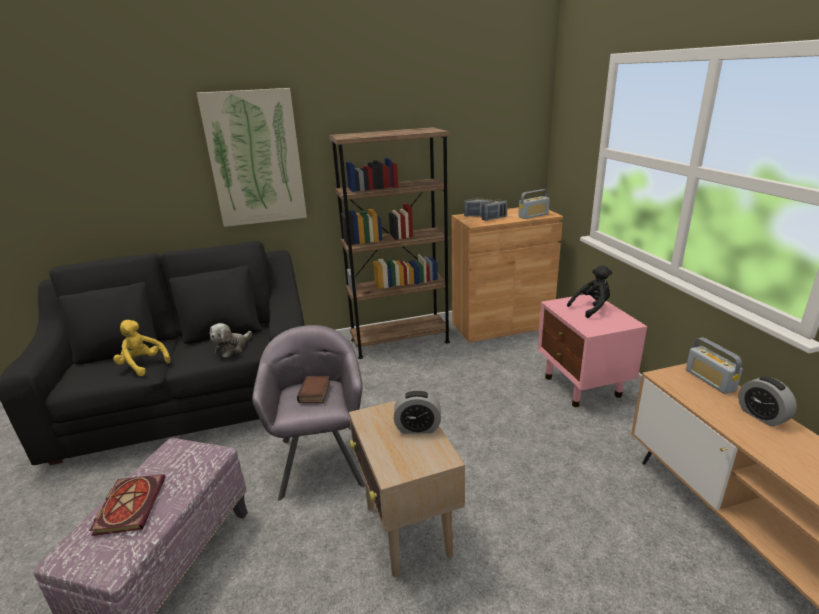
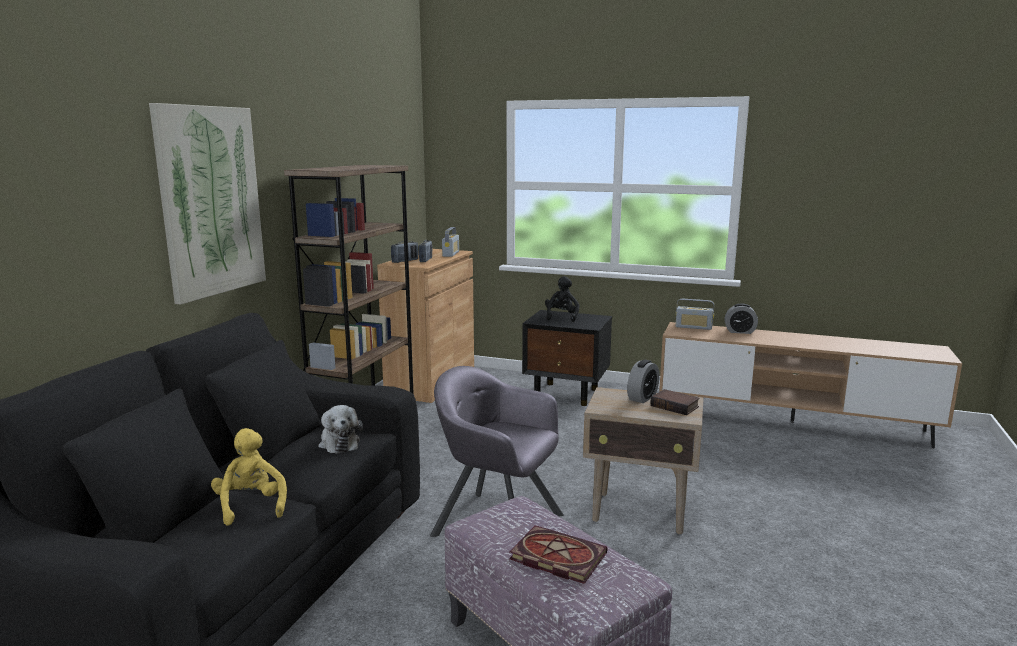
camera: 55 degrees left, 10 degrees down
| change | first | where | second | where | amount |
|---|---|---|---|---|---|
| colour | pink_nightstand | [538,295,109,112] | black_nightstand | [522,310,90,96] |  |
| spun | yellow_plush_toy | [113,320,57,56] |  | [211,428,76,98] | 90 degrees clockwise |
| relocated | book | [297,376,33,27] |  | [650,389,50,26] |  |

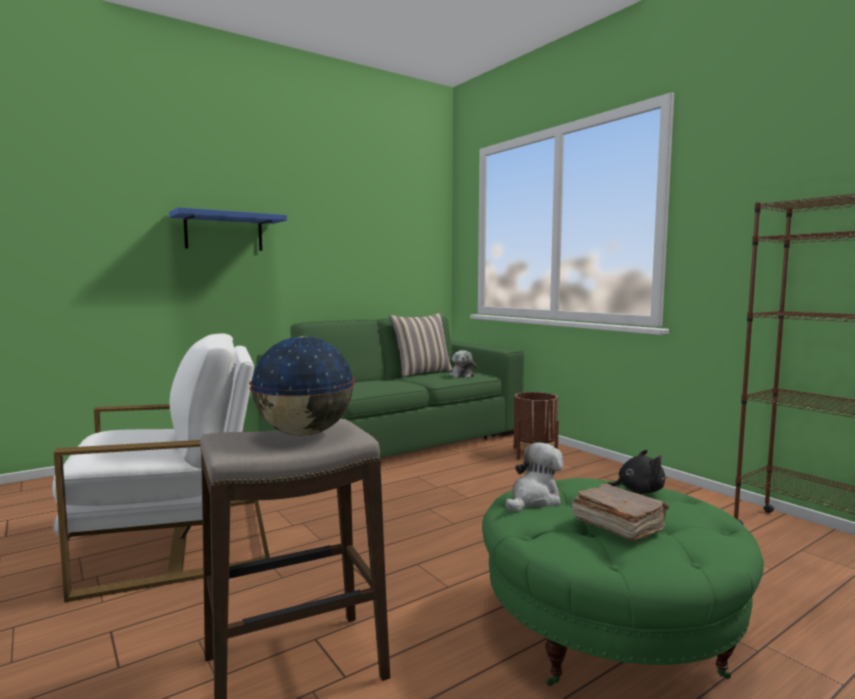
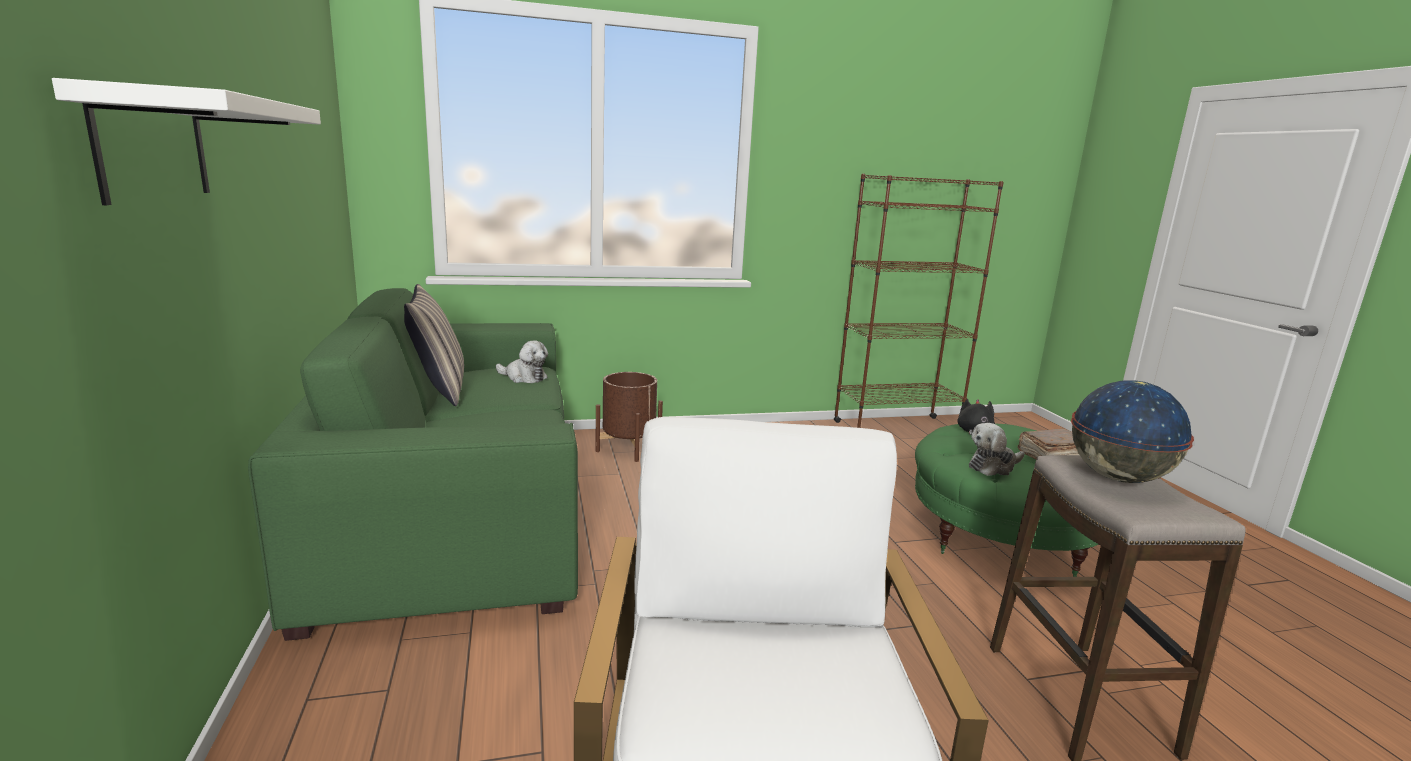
camera: 70 degrees left, 10 degrees up
| change | first | where | second | where | amount |
|---|---|---|---|---|---|
| colour | blue_shelf | [169,207,118,44] | white_shelf | [52,78,269,127] |  |
| spun | plush_toy | [506,442,57,70] |  | [969,423,56,53] | 90 degrees counterclockwise |

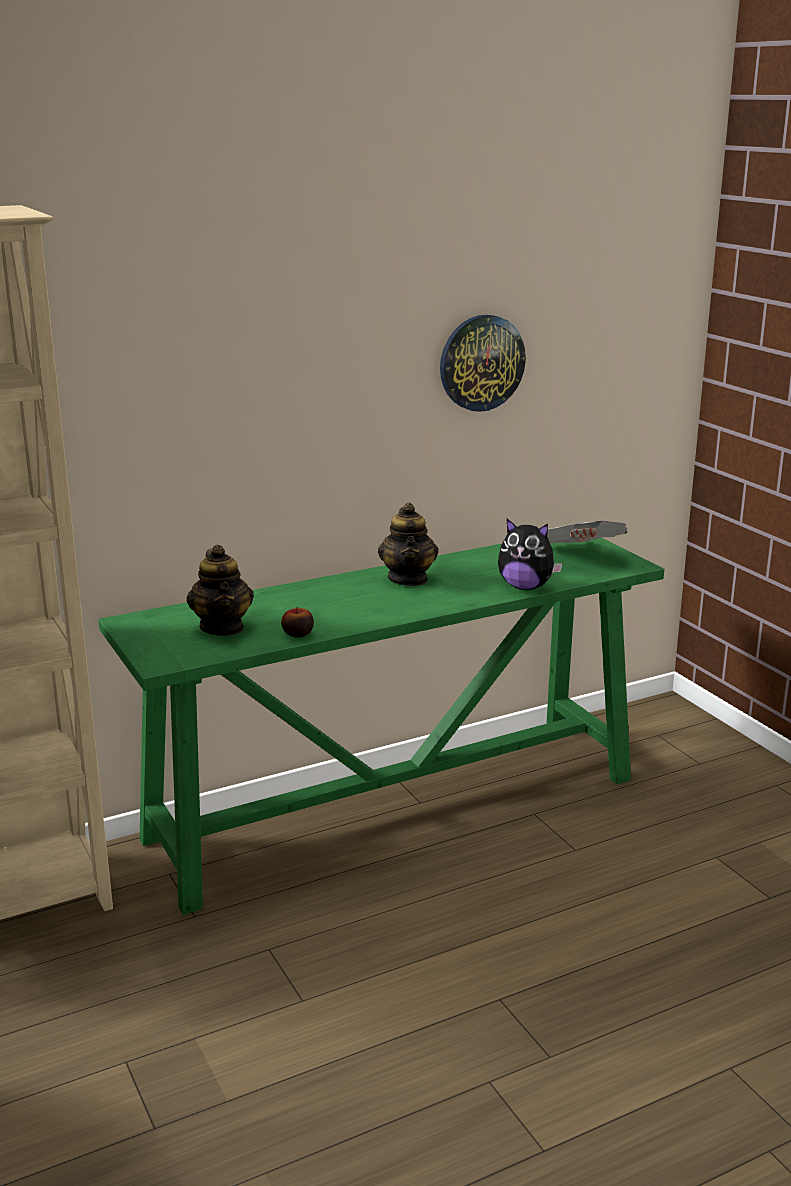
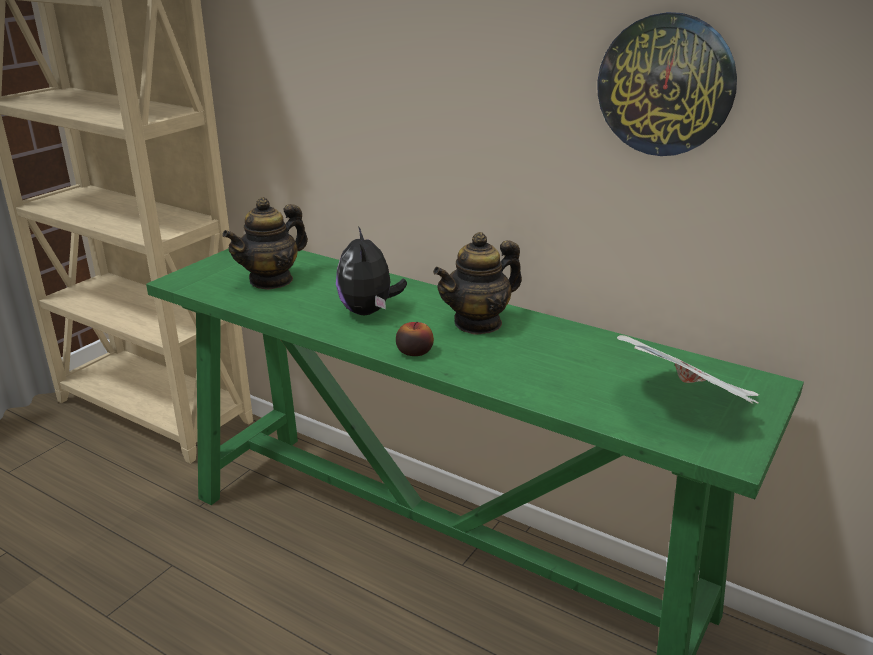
camera: 60 degrees right, 5 degrees up
| change | first | where | second | where | amount |
|---|---|---|---|---|---|
| relocated | plush_toy | [498,519,65,71] |  | [336,226,71,89] |  |
| relocated | apple | [281,607,33,31] |  | [396,322,38,34] |  |

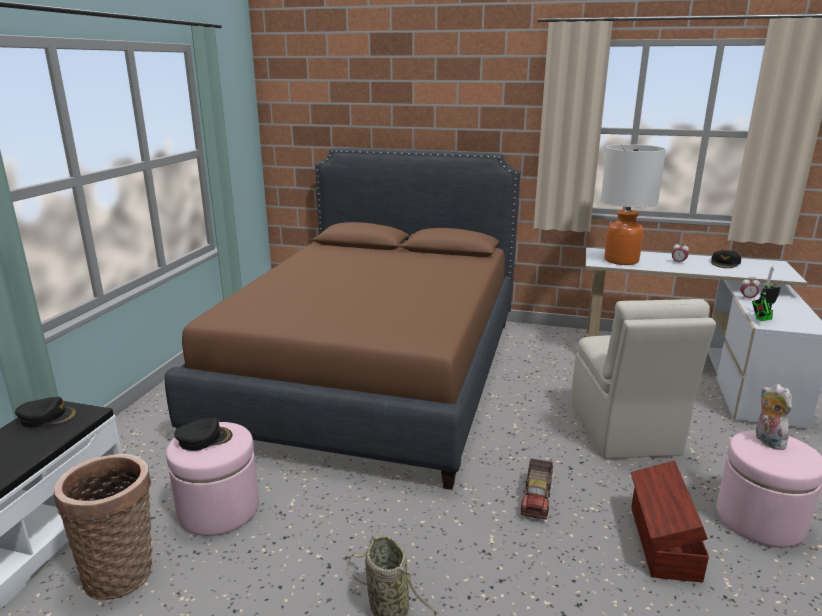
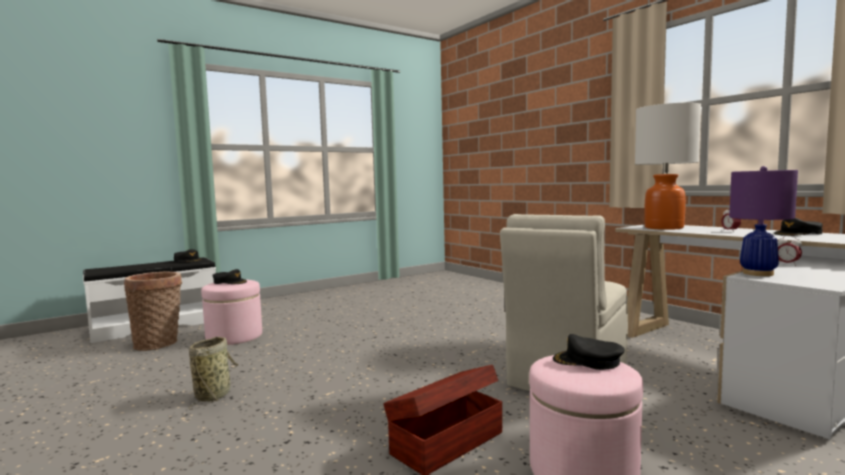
camera: 40 degrees right, 15 degrees down
| change | first | where | second | where | amount |
|---|---|---|---|---|---|
| missing | brown_bed | [165,148,355,342] |  |  |  |
| exchanged | toy_robot | [752,266,29,55] | purple_table_lamp | [729,166,69,110] |  |
| exchanged | plush_toy | [756,384,36,66] | black_cap | [553,334,71,36] |  |
| missing | toy_truck | [521,458,32,62] |  |  |  |

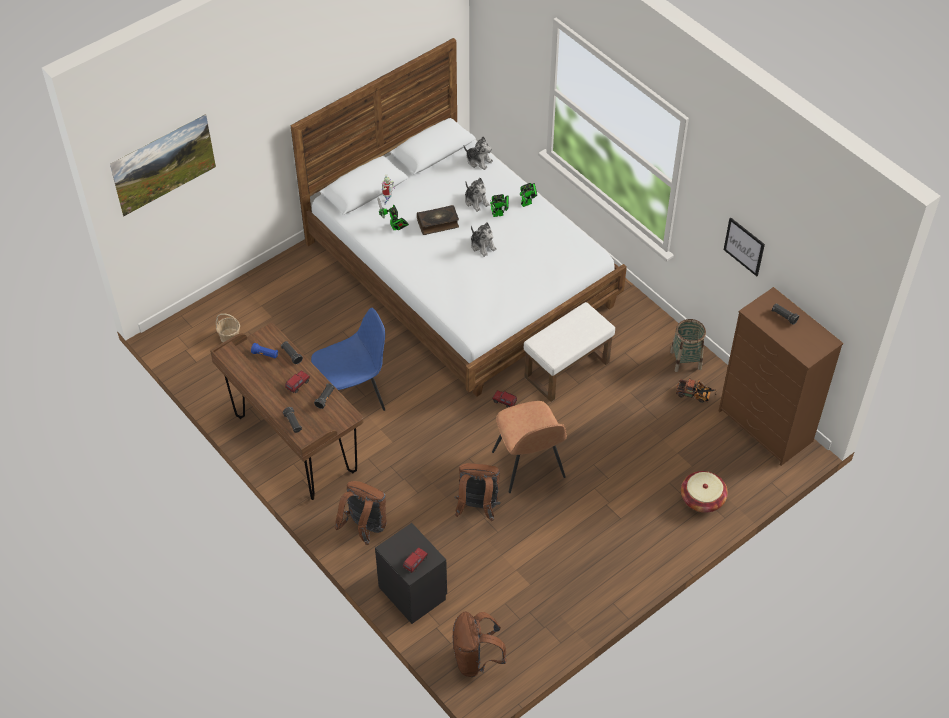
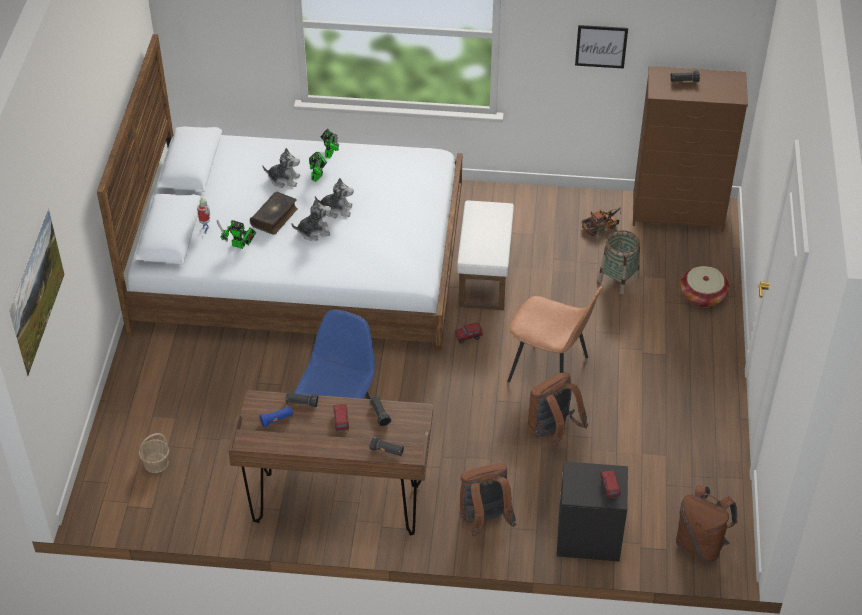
camera: 45 degrees left, 5 degrees down
| change | first | where | second | where | amount |
|---|---|---|---|---|---|
| relocated | plush_toy | [464,136,29,34] |  | [292,199,39,42] |  |
| relocated | basket | [670,319,36,53] |  | [598,230,42,64] |  |

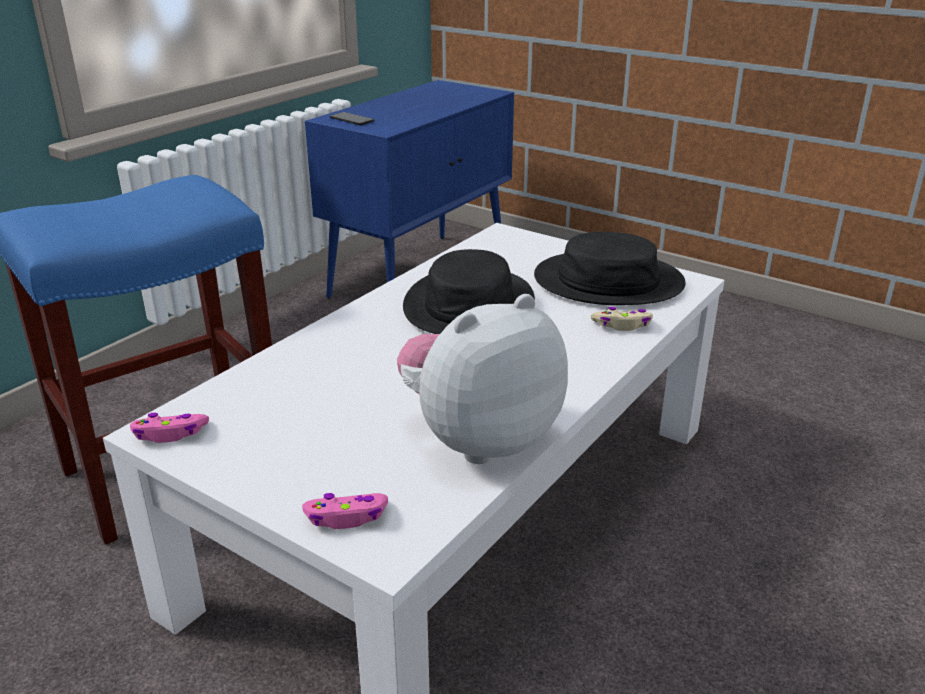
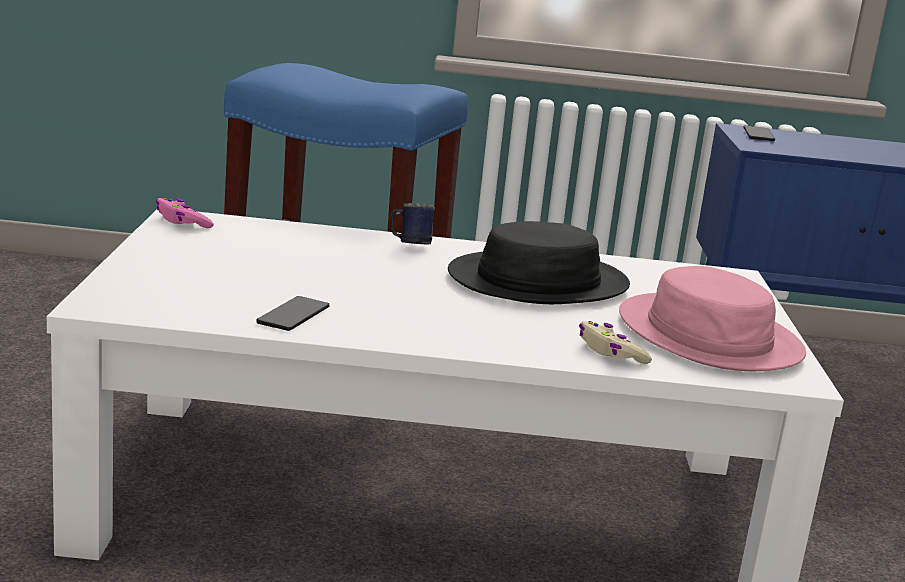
camera: 55 degrees right, 10 degrees down
| change | first | where | second | where | amount |
|---|---|---|---|---|---|
| colour | black_hat | [534,232,152,73] | pink_hat | [619,266,187,105] |  |
| exchanged | plush_toy | [397,294,171,170] | phone | [256,296,73,35] |  |
| missing | pink_game_controller | [302,493,86,36] |  |  |  |
| appeared |  |  | blue_mug | [391,203,44,41] |  |

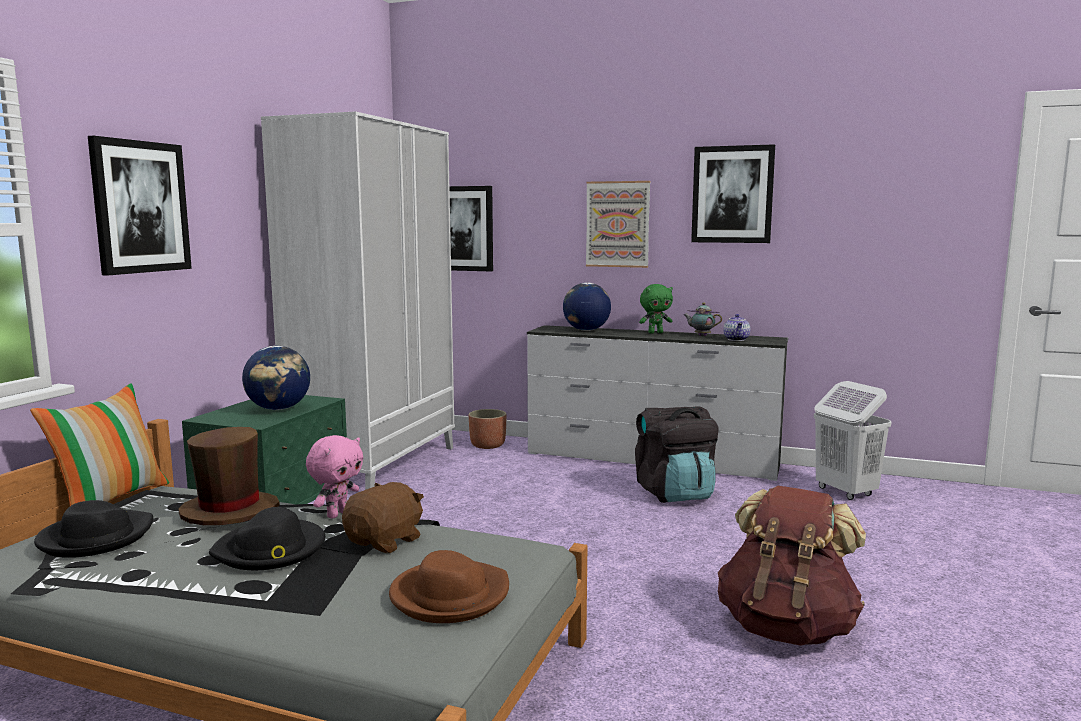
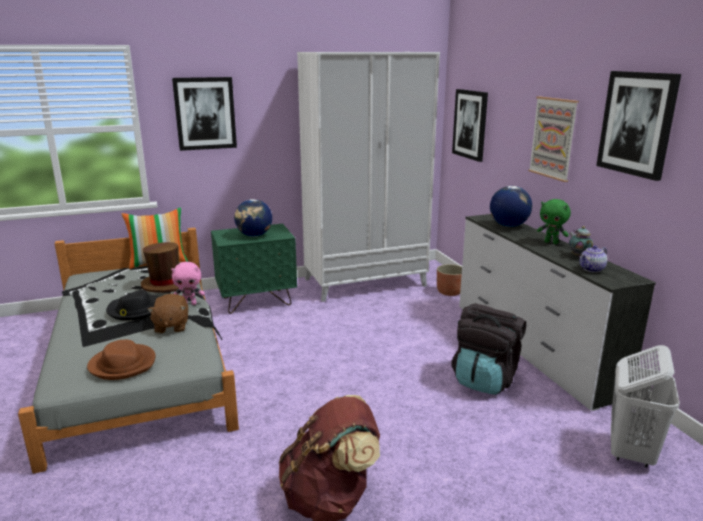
camera: 50 degrees right, 10 degrees up
| change | first | where | second | where | amount |
|---|---|---|---|---|---|
| spun | brown_plush_toy | [342,482,82,71] |  | [147,294,41,40] | 90 degrees clockwise |
| missing | black_hat | [34,500,119,58] |  |  |  |

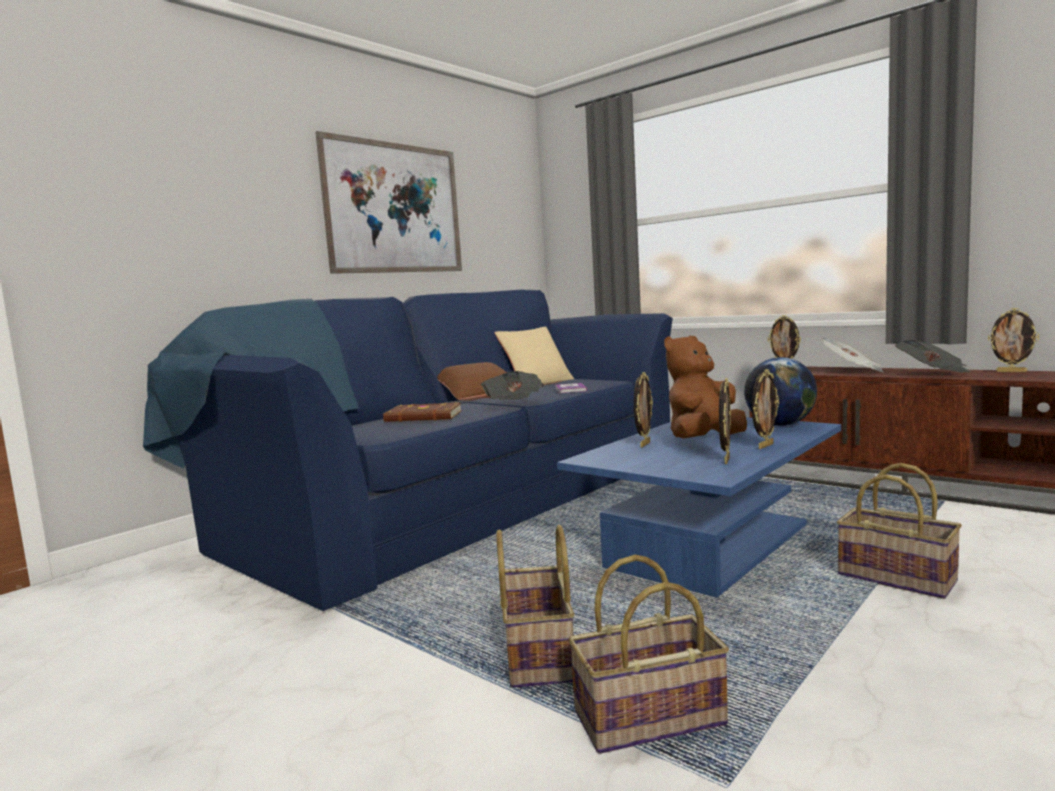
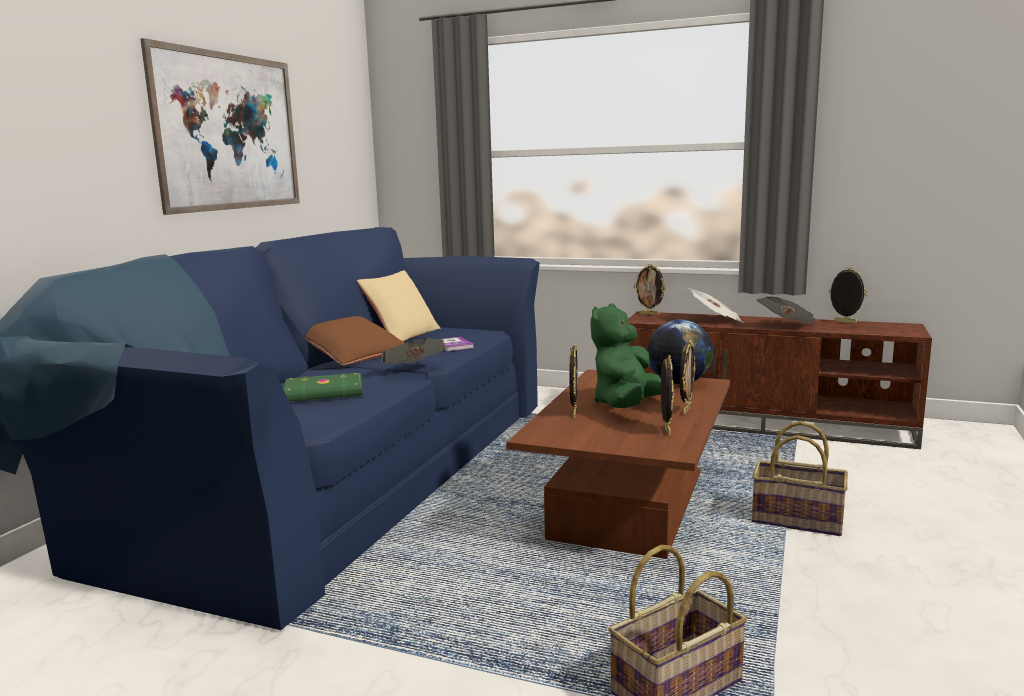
camera: 20 degrees left, 5 degrees up
| change | first | where | second | where | amount |
|---|---|---|---|---|---|
| spun | picture_frame | [988,308,51,64] |  | [829,267,38,57] | 150 degrees counterclockwise |
| colour | brown_plush_toy | [664,336,83,102] | green_plush_toy | [591,303,70,105] |  |
| colour | brown_book | [383,402,79,20] | green_book | [283,373,80,28] |  |
| colour | blue_coffee_table | [557,417,284,181] | brown_coffee_table | [506,369,224,190] |  |
| missing | basket | [496,525,79,163] |  |  |  |

